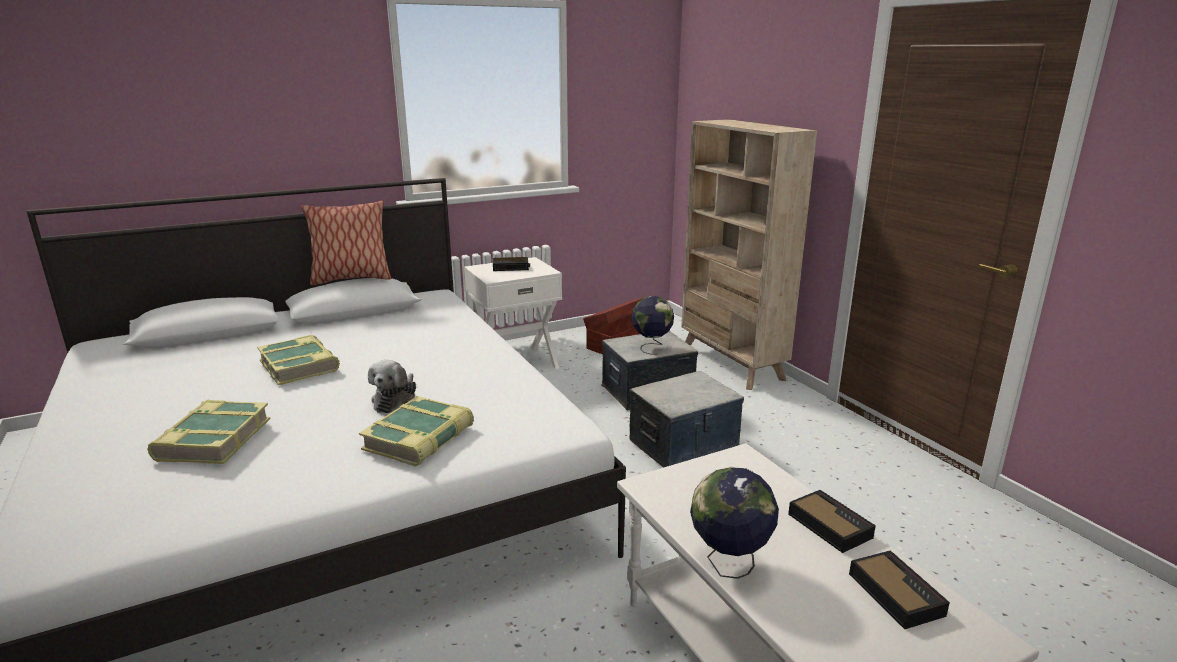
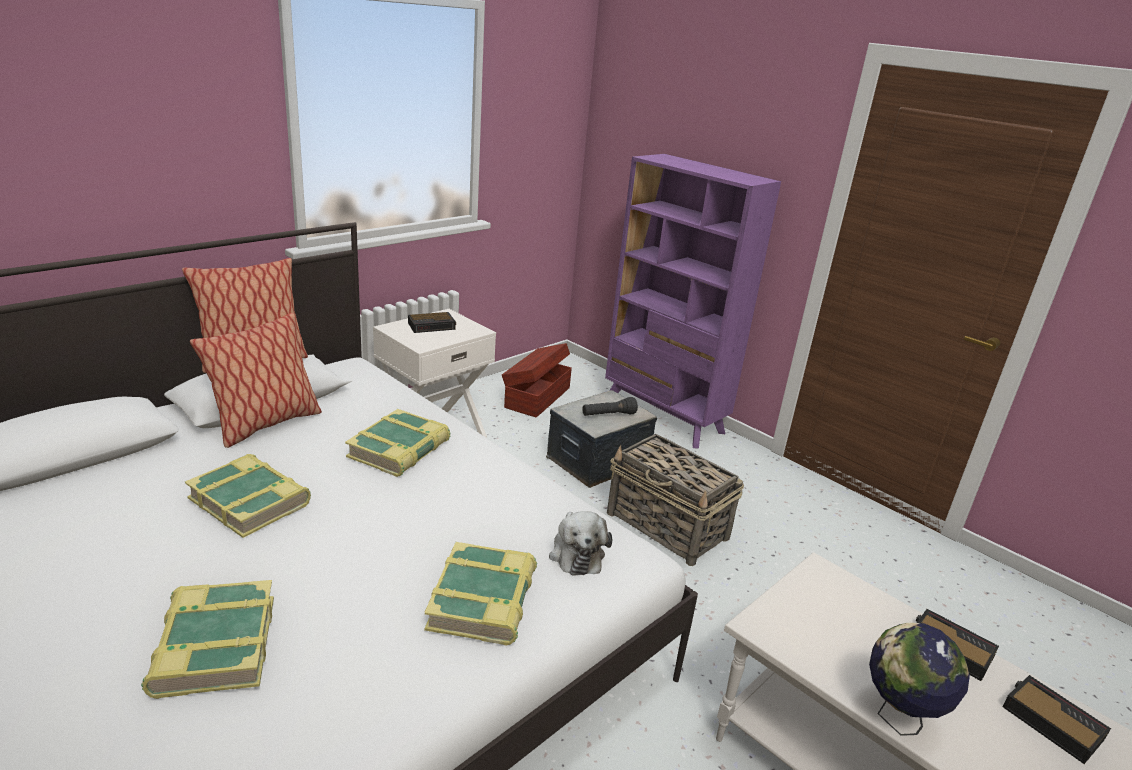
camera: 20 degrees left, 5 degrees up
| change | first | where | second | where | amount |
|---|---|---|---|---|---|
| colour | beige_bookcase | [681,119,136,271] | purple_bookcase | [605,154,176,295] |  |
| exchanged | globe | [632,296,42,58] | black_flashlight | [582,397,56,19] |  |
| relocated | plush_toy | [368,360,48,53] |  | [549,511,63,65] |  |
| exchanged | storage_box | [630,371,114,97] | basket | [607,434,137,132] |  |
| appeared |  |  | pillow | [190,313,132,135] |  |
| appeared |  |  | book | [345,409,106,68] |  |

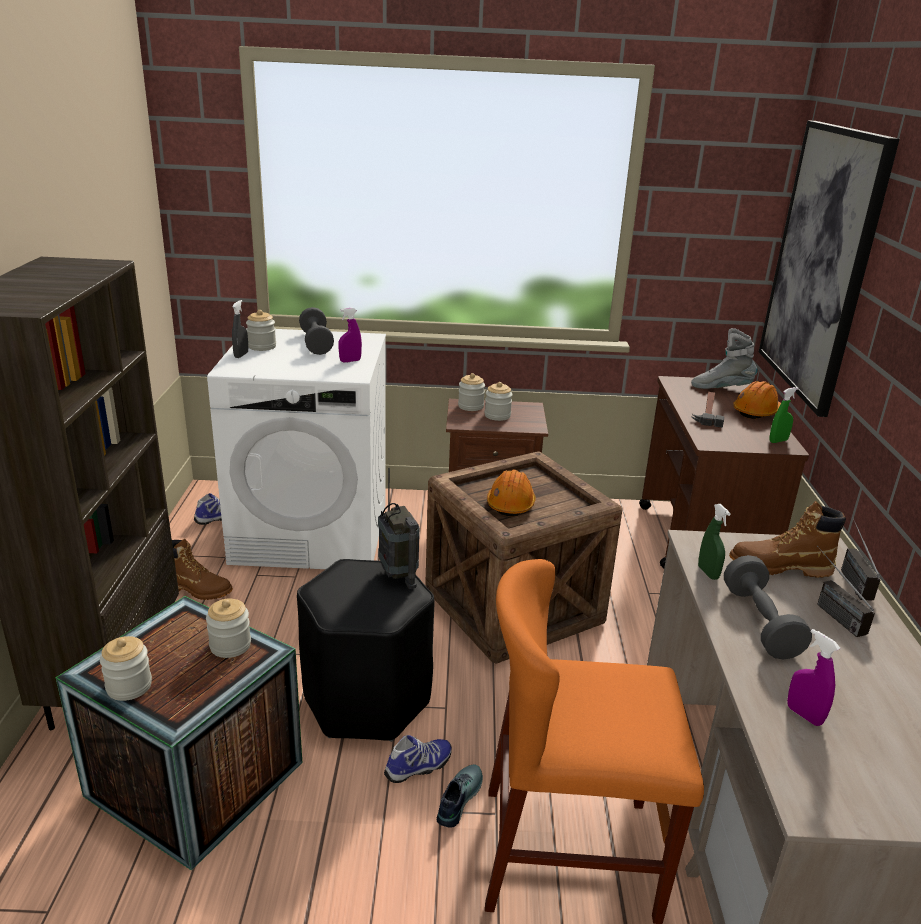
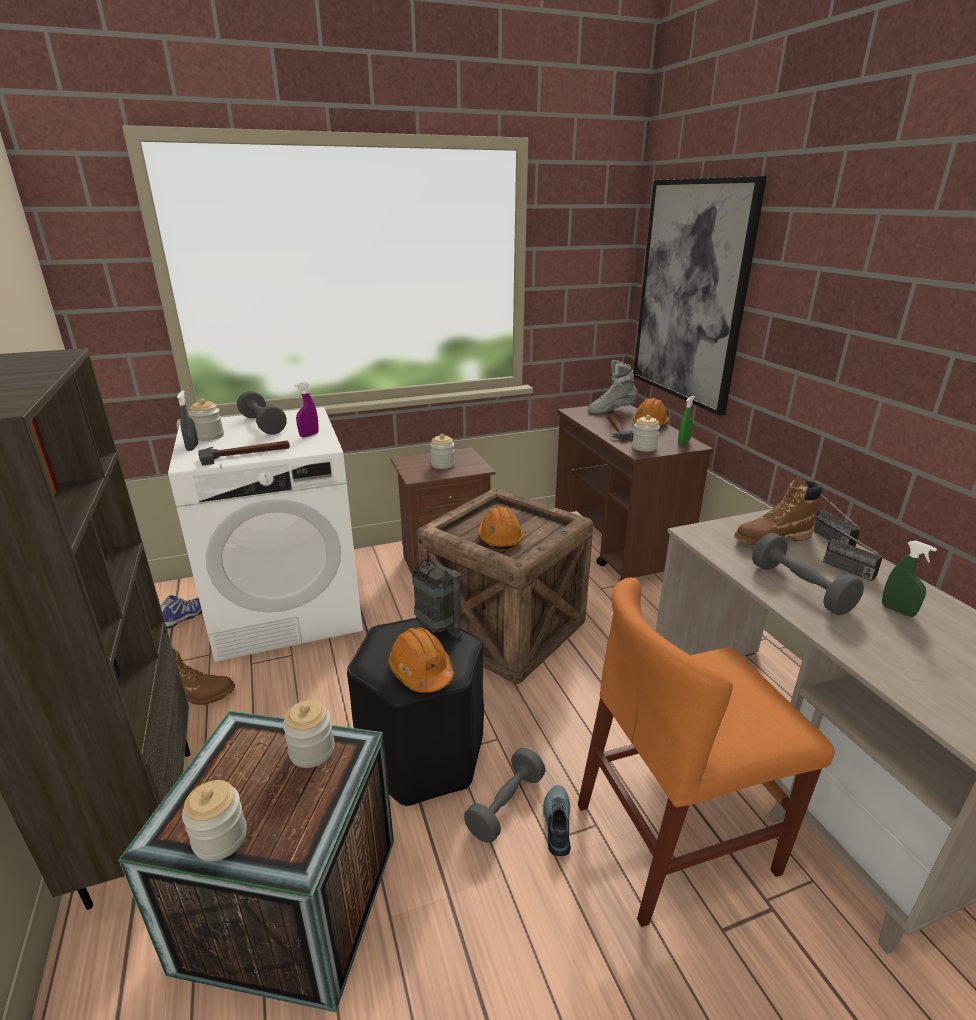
camera: 20 degrees left, 0 degrees up
| change | first | where | second | where | amount |
|---|---|---|---|---|---|
| relocated | jar | [458,373,27,38] |  | [632,415,28,37] |  |
| relocated | green_spray_bottle | [698,504,33,76] |  | [882,540,55,77] |  |
| missing | purple_spray_bottle | [787,629,53,97] |  |  |  |
| exchanged | shoe | [384,735,68,48] | grey_dumbbell | [464,748,81,95] |  |
| appeared |  |  | hammer | [198,441,92,25] |  |
| appeared |  |  | orange_hard_hat | [388,627,66,66] |  |

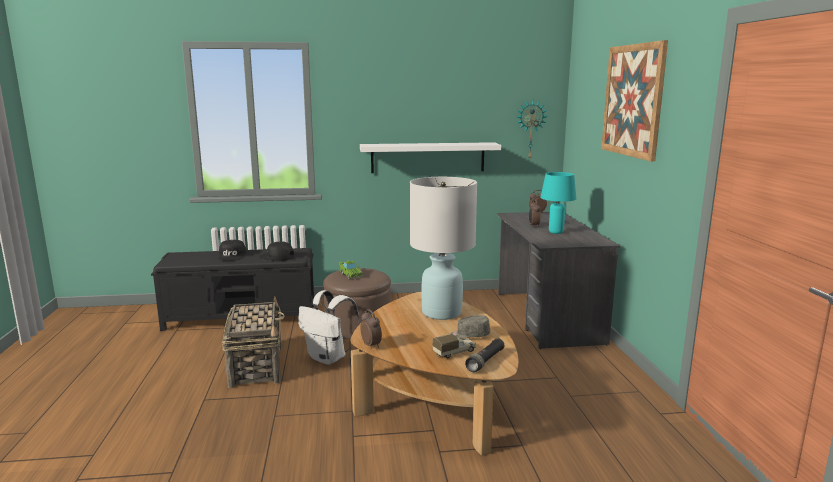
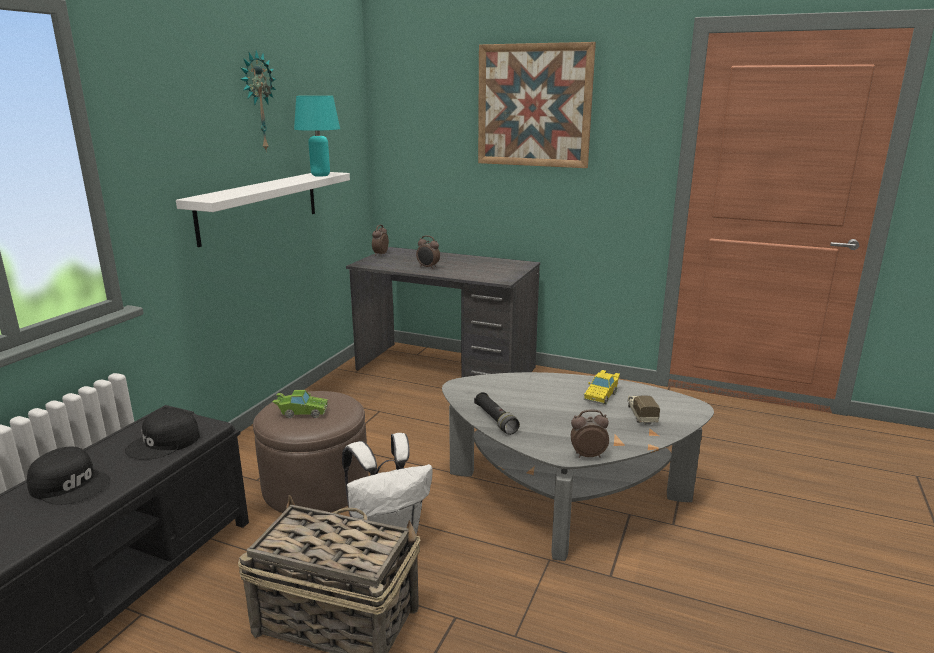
camera: 60 degrees left, 5 degrees up
| change | first | where | second | where | amount |
|---|---|---|---|---|---|
| relocated | wall_clock | [517,101,31,58] |  | [240,50,36,102] |  |
| relocated | turquoise_table_lamp | [540,172,36,62] |  | [294,96,46,81] |  |
| missing | white_table_lamp | [410,177,67,143] |  |  |  |
| colour | brown_coffee_table | [351,292,167,164] | grey_coffee_table | [442,372,272,189] |  |
| exchanged | grey_cap | [451,315,39,24] | yellow_toy_car | [584,370,36,35] |  |
| relocated | black_flashlight | [465,338,39,34] |  | [474,392,46,43] |  |

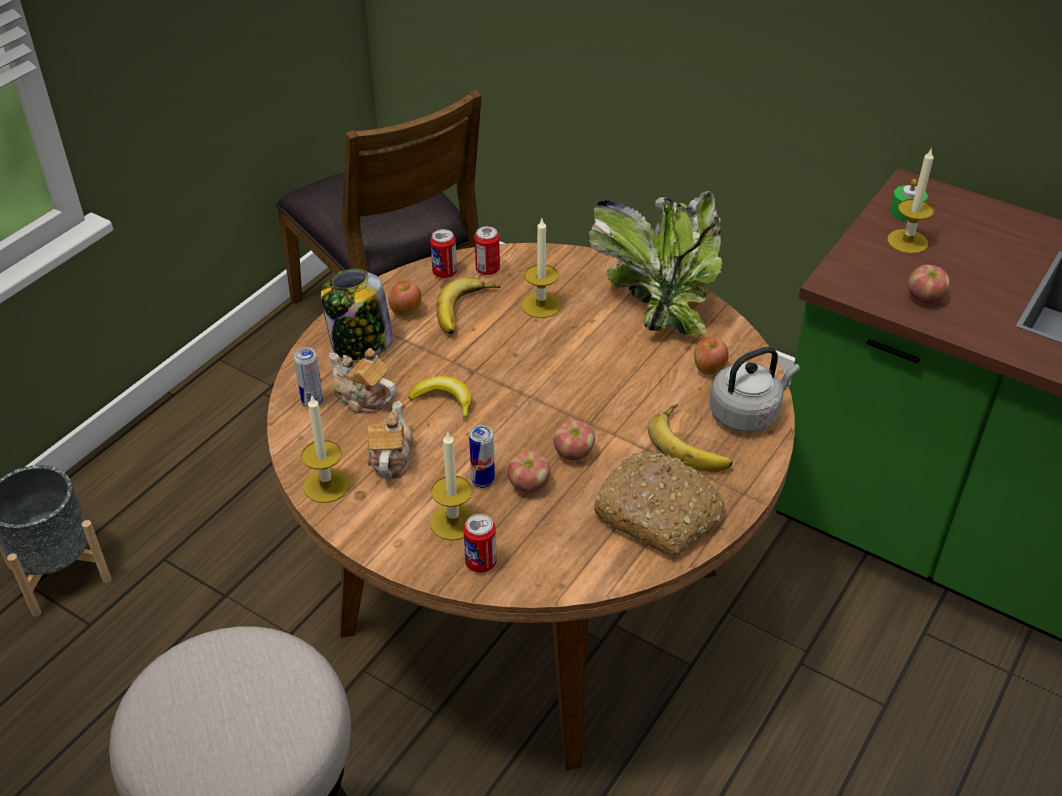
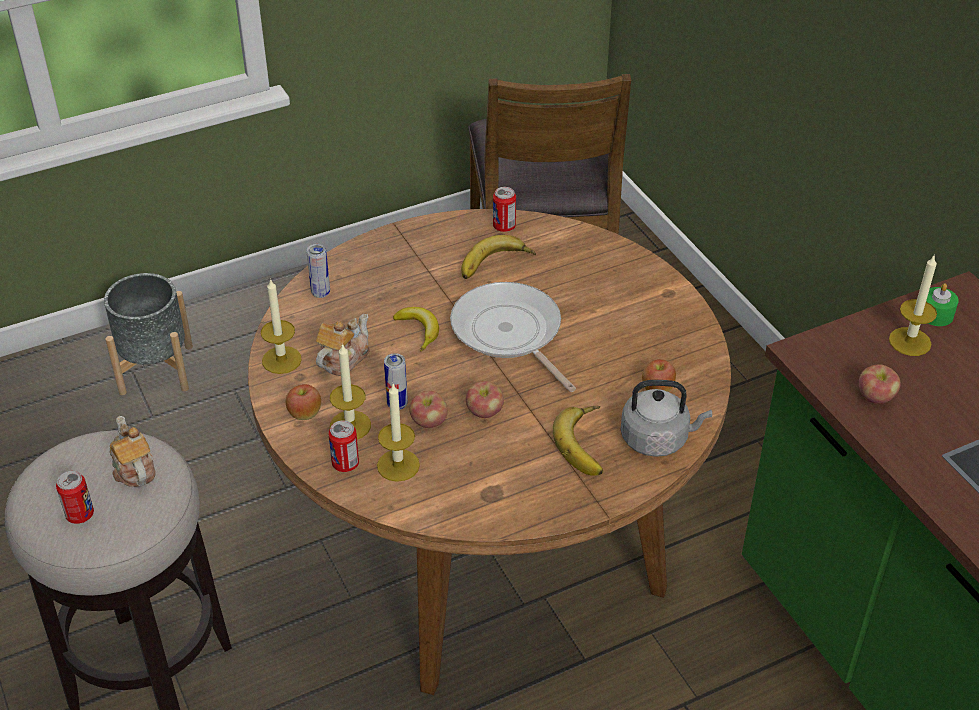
camera: 30 degrees right, 0 degrees up
| change | first | where | second | where | amount |
|---|---|---|---|---|---|
| missing | potted_plant | [589,191,134,145] |  |  |  |
| relocated | candle | [522,219,39,99] |  | [377,384,43,98] |  |
| relocated | can | [475,226,25,49] |  | [56,471,38,53] |  |
| missing | jar | [321,269,72,91] |  |  |  |
| relocated | apple | [388,281,34,36] |  | [286,384,35,36] |  |
| relocated | teapot | [329,348,68,66] |  | [110,416,46,71] |  |
| missing | bread | [592,450,132,107] |  |  |  |
| appeared |  |  | frying_pan | [450,282,126,110] |  |

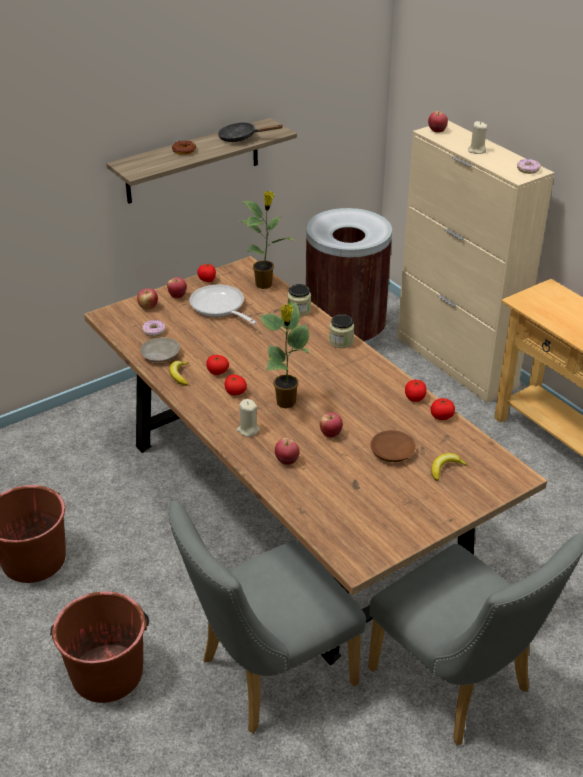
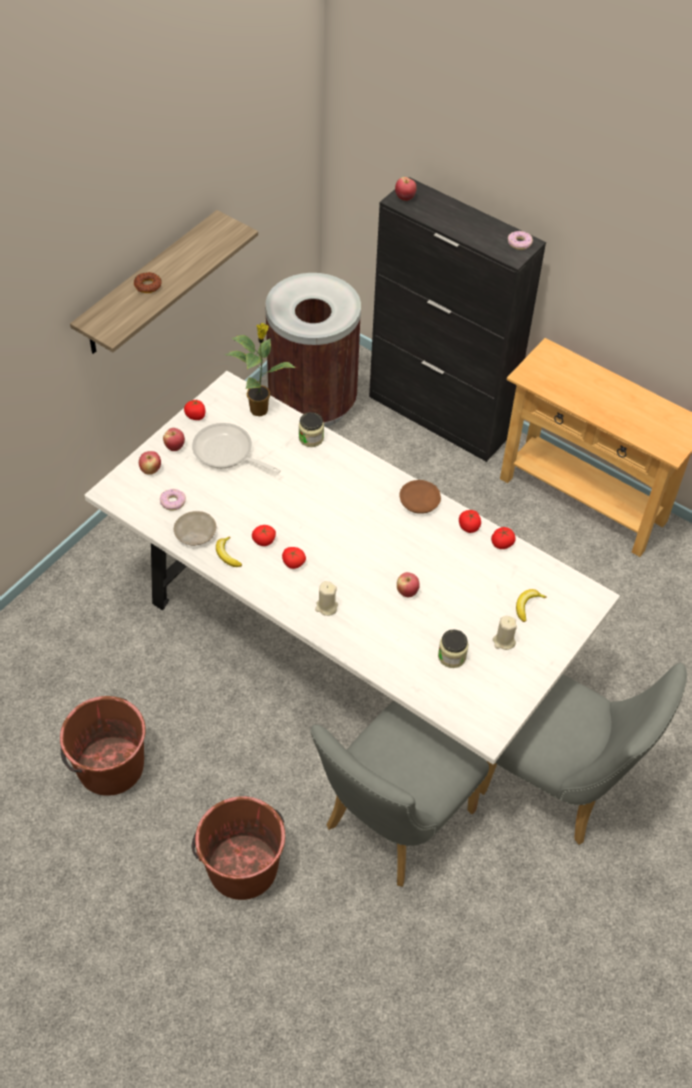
camera: 20 degrees left, 15 degrees up
| change | first | where | second | where | amount |
|---|---|---|---|---|---|
| colour | beige_cabinet | [397,121,157,282] | black_cabinet | [369,177,177,285] |  |
| relocated | beige_candle | [468,121,20,33] |  | [493,616,24,34] |  |
| missing | black_frying_pan | [218,123,64,19] |  |  |  |
| colour | brown_dining_table | [84,256,463,410] | white_dining_table | [85,371,535,393] |  |
| missing | potted_plant | [260,302,49,106] |  |  |  |
| relocated | jar | [329,314,25,34] |  | [438,629,30,39] |  |
| relocated | brown_plate | [371,430,44,32] |  | [400,480,41,34] |  |
| missing | apple | [275,438,25,27] |  |  |  |

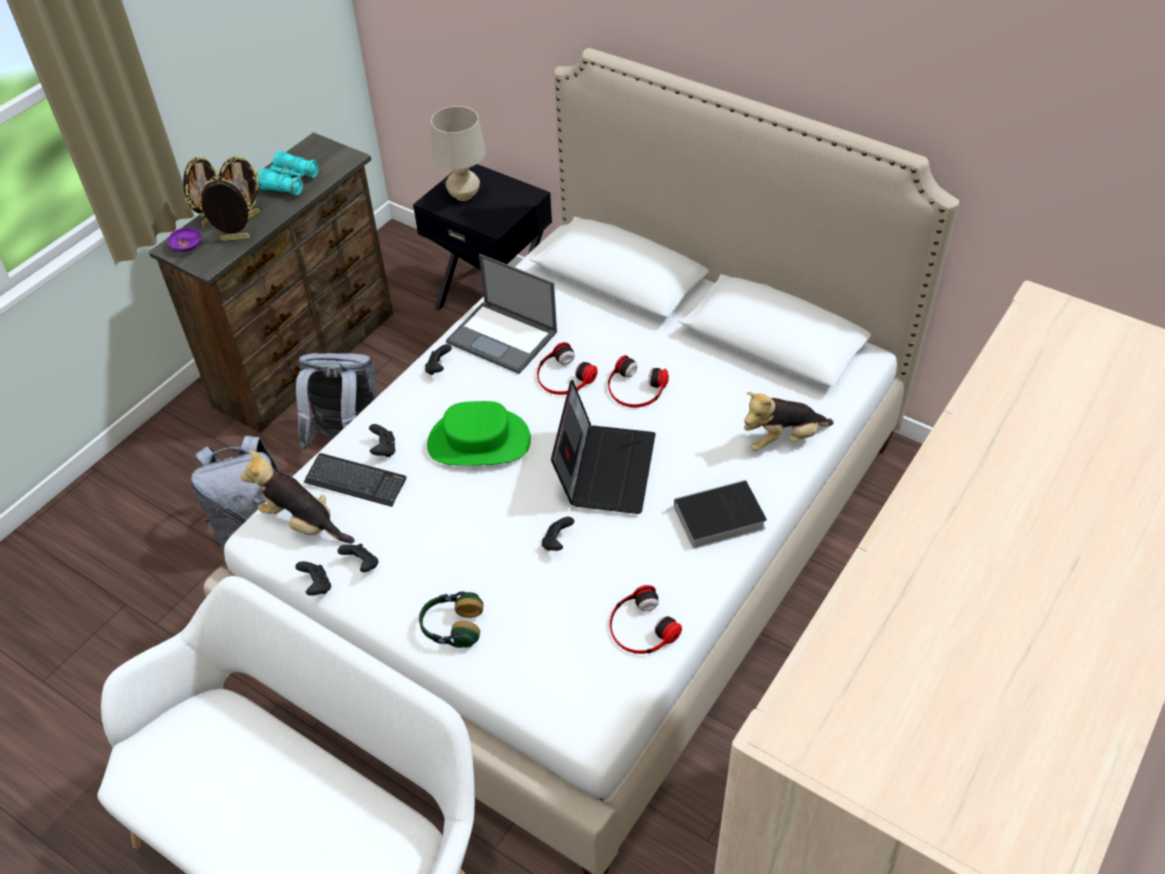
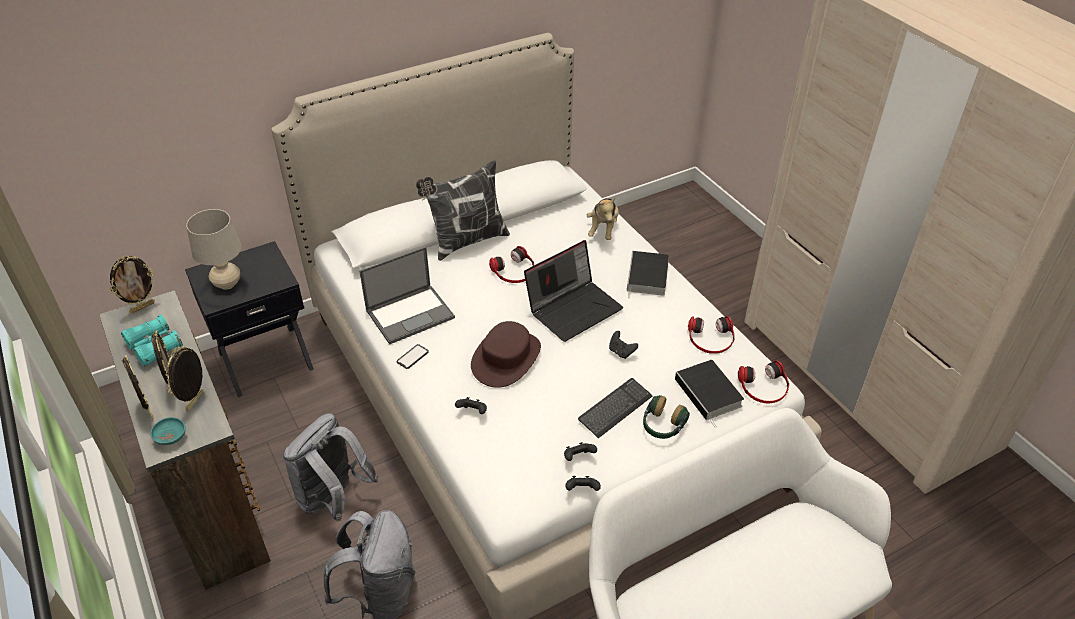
camera: 65 degrees left, 5 degrees down
| change | first | where | second | where | amount |
|---|---|---|---|---|---|
| colour | purple_bowl | [167,228,34,24] | turquoise_bowl | [150,417,36,28] |  |
| relocated | headphones | [537,342,61,53] |  | [738,360,51,43] |  |
| exchanged | black_game_controller | [425,344,27,31] | phone | [396,344,33,25] |  |
| spun | laptop | [551,380,105,134] |  | [524,240,99,102] | 105 degrees clockwise |
| colour | green_hat | [427,401,104,65] | brown_hat | [471,321,70,67] |  |
| missing | plush_toy | [240,450,115,94] |  |  |  |
| relocated | keyboard | [304,453,102,54] |  | [578,378,74,60] |  |
| appeared |  |  | pillow | [416,160,94,101] |  |
| appeared |  |  | picture_frame | [110,256,45,57] |  |
| appeared |  |  | book | [675,360,69,67] |  |

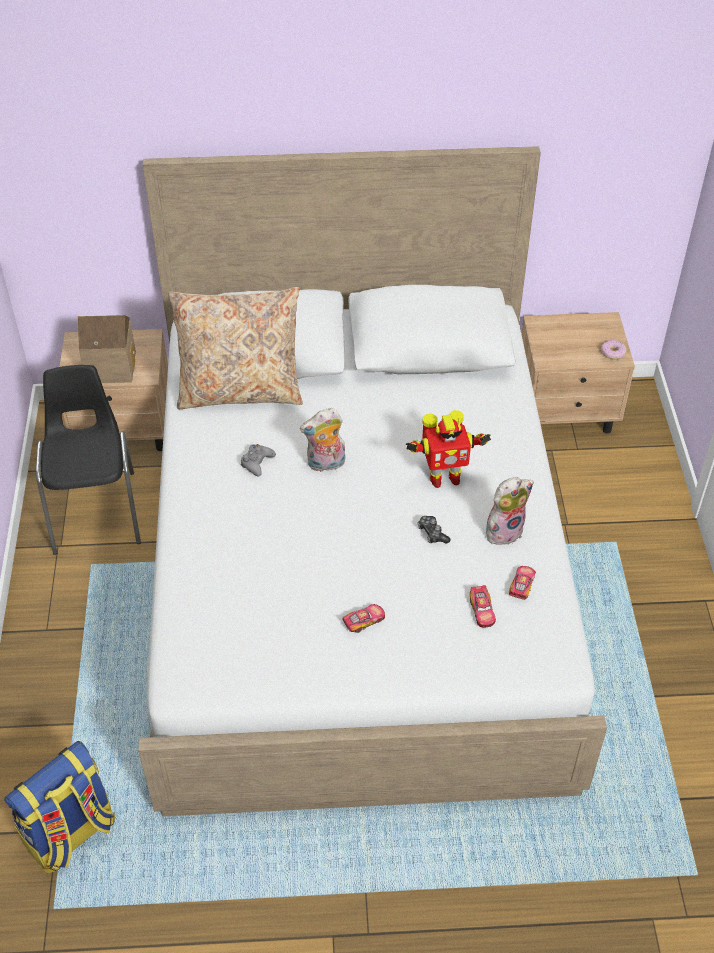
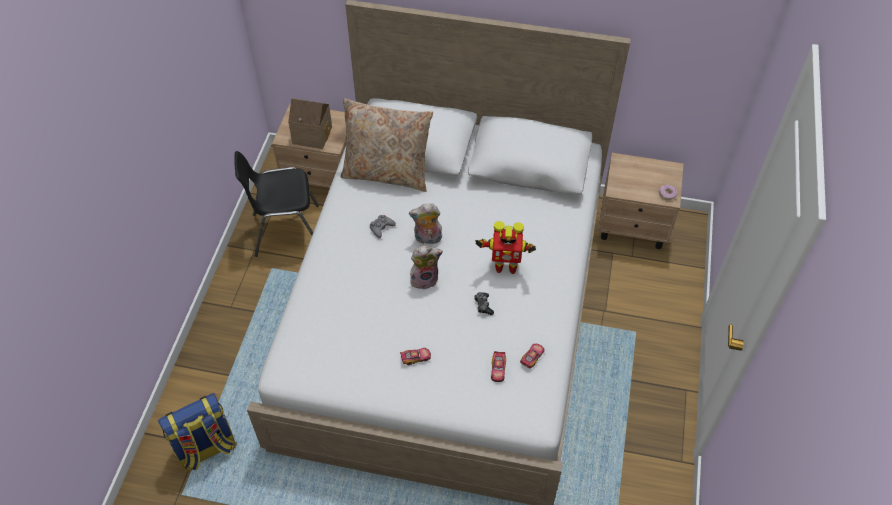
camera: 15 degrees right, 5 degrees up
| change | first | where | second | where | amount |
|---|---|---|---|---|---|
| spun | black_chair | [36,365,105,190] |  | [234,151,85,106] | 105 degrees counterclockwise |
| relocated | plush_toy | [486,477,48,69] |  | [410,246,33,43] |  |

